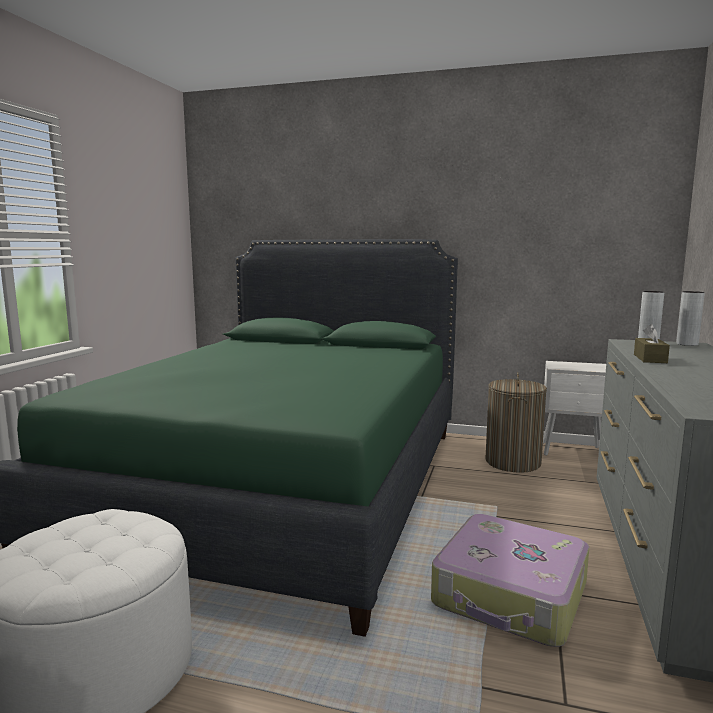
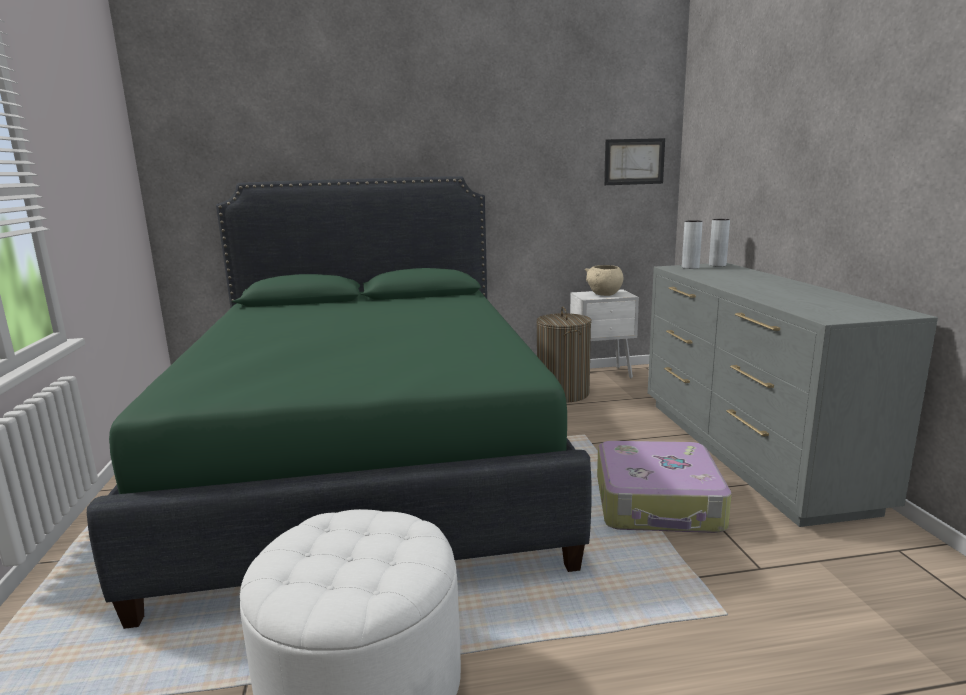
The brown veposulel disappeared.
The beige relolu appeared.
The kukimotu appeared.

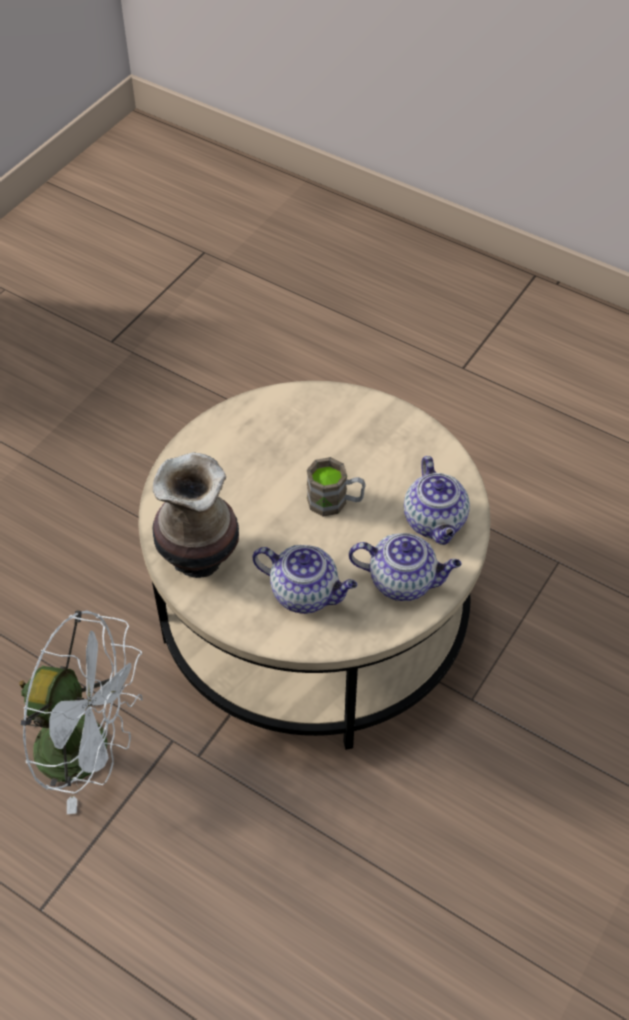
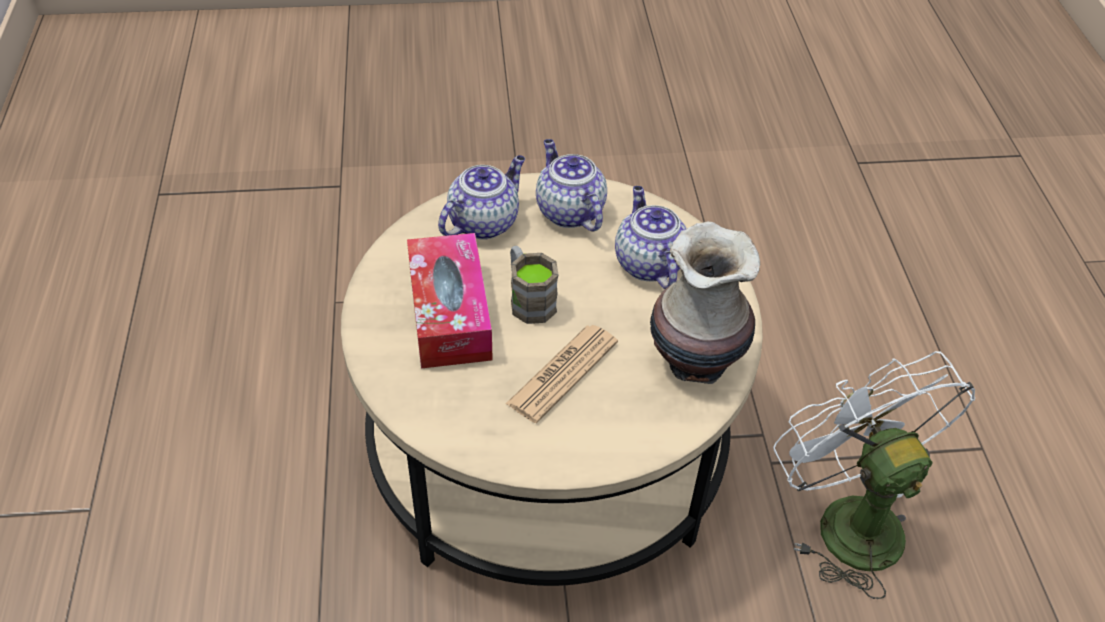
The veposulel appeared.
The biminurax appeared.

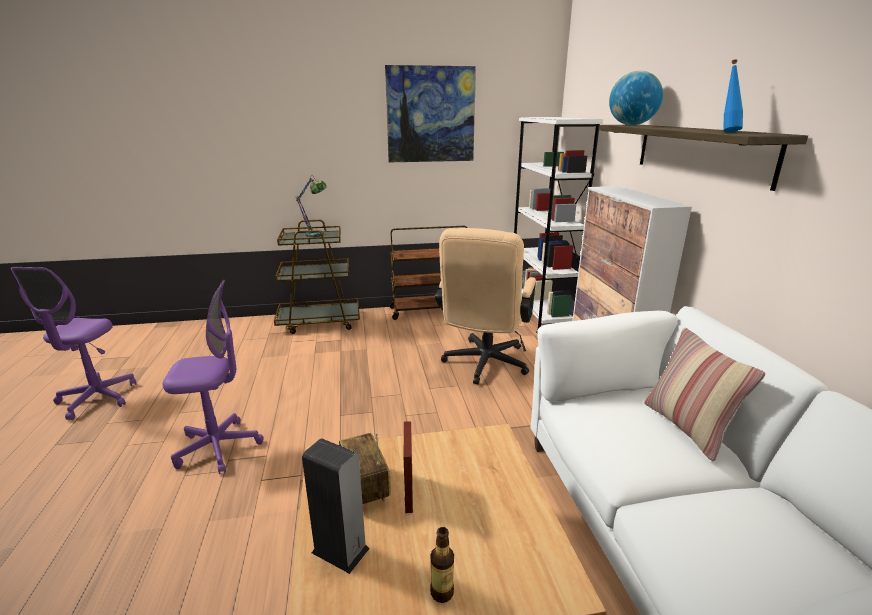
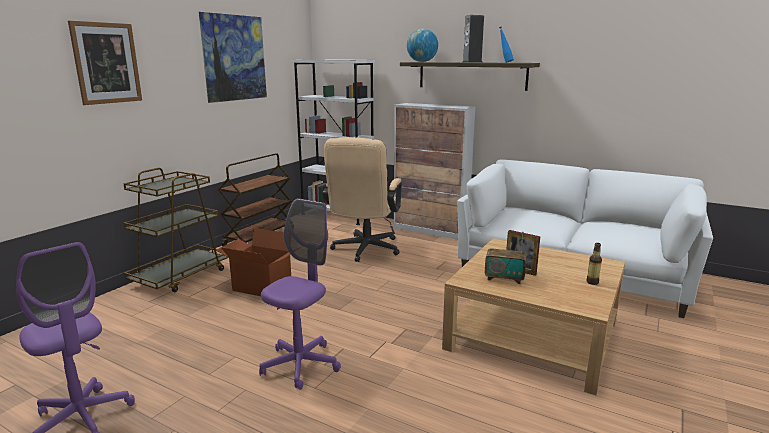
The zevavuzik disappeared.
The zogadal disappeared.
The kukimotu (no. 1 from left) appeared.
The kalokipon appeared.
The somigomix moved.
The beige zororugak turned 45 degrees clockwise.

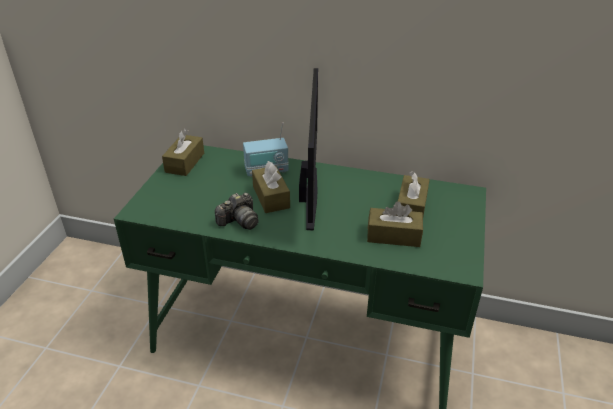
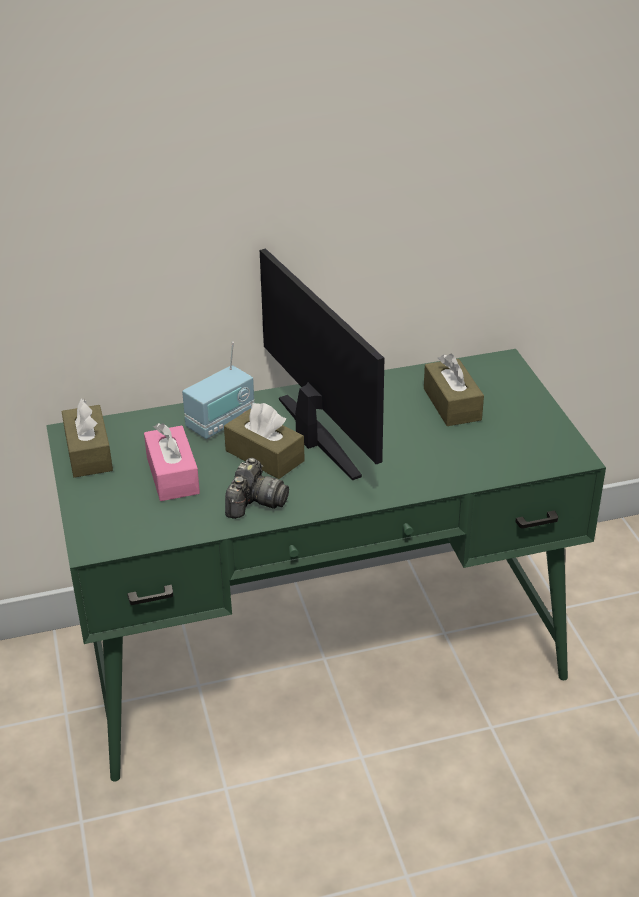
The brown veposulel (no. 3 from left) disappeared.
The pink veposulel appeared.

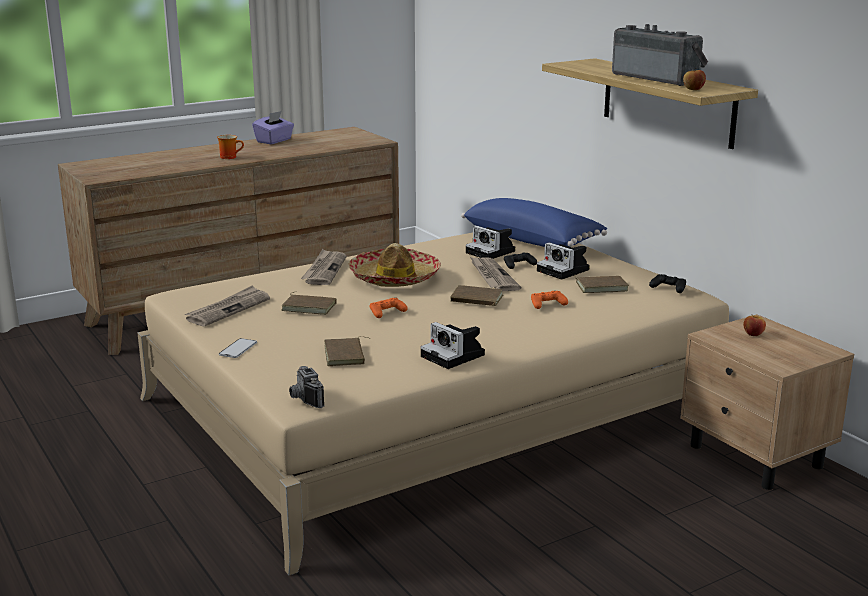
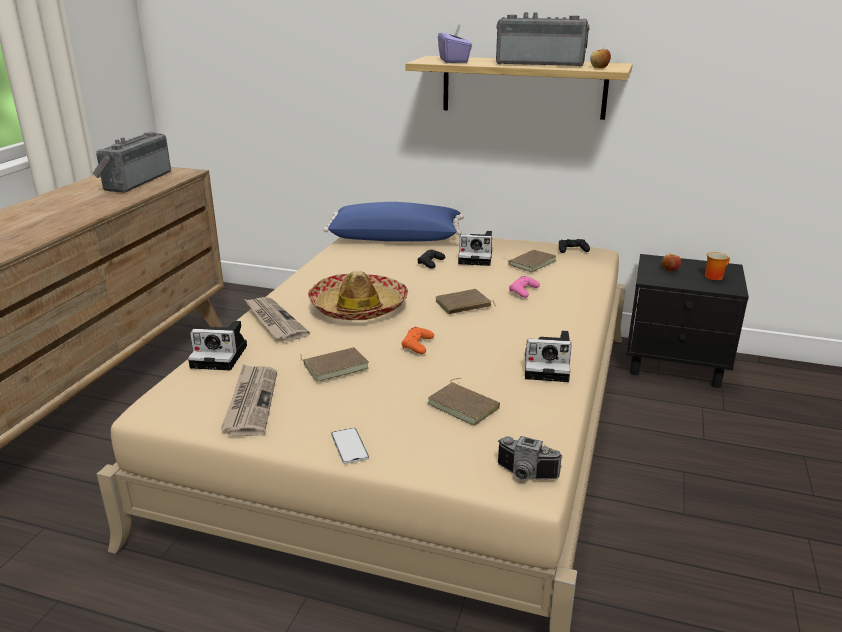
The biminurax (no. 3 from left) disappeared.
The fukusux (no. 1 from left) appeared.
The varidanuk moved.
The purple veposulel moved.
The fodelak (no. 3 from left in the first image) moved.
The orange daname (no. 2 from left) became the pink daname.
The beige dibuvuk became the black dibuvuk.

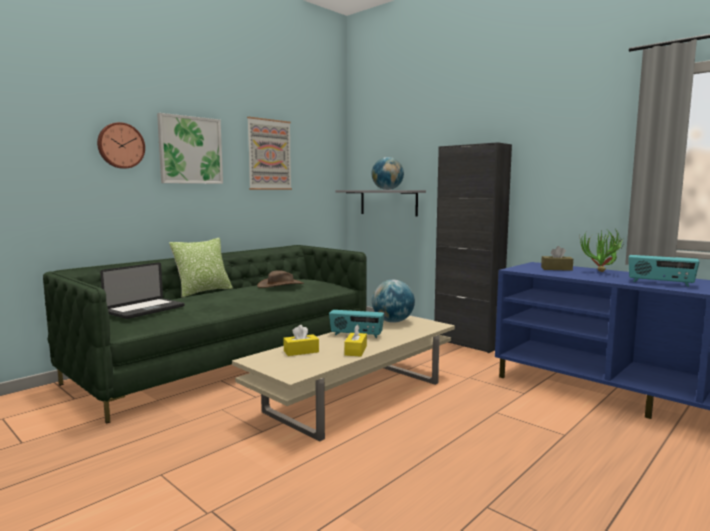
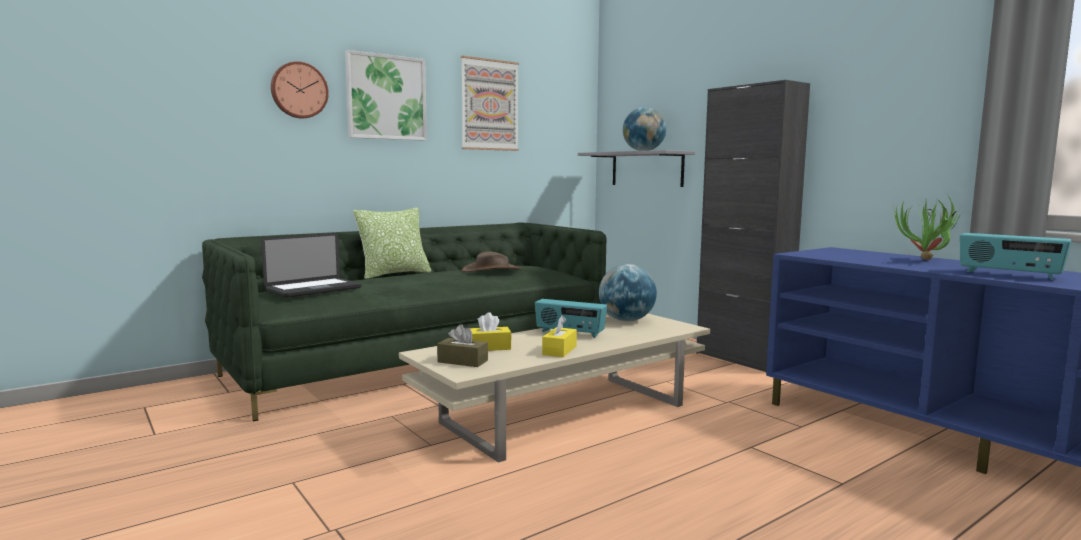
The brown veposulel moved.

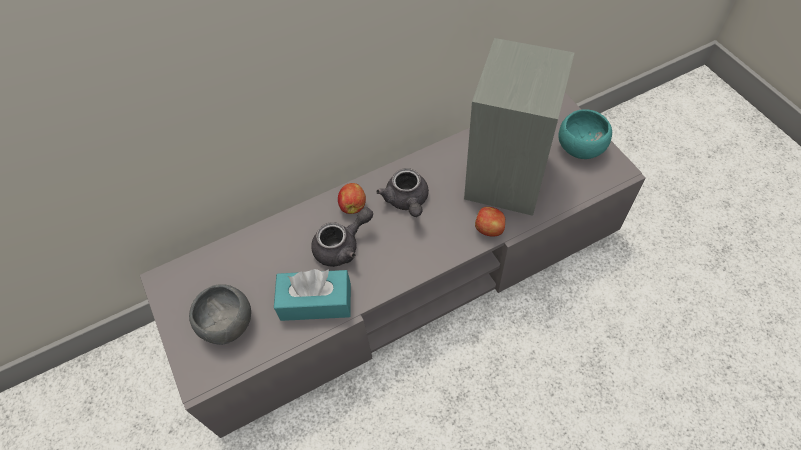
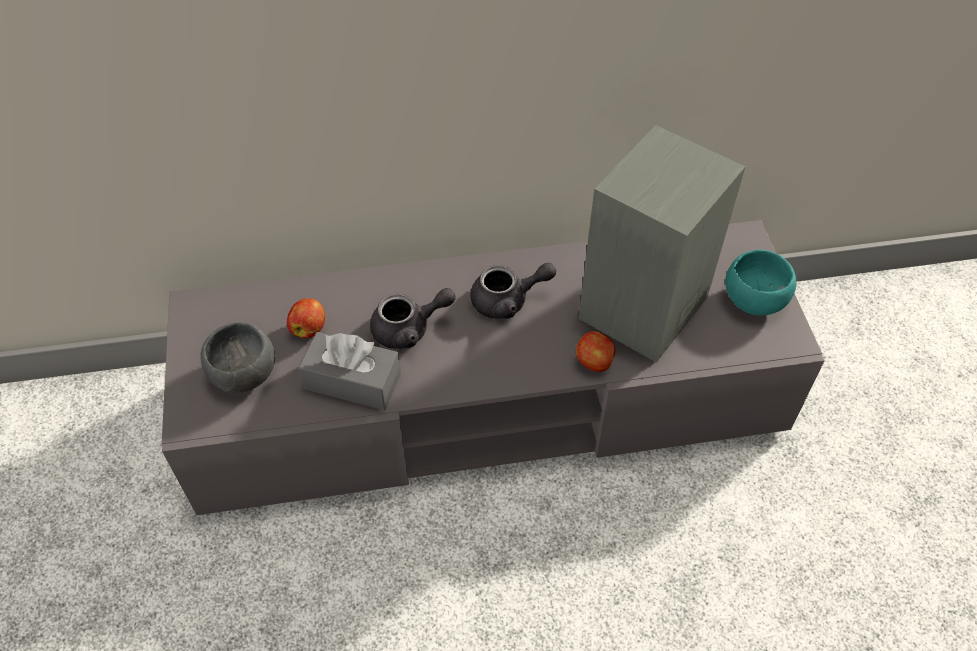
The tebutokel (no. 1 from left) moved.
The turquoise veposulel became the grey veposulel.
The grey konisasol (no. 2 from left) turned 105 degrees counterclockwise.

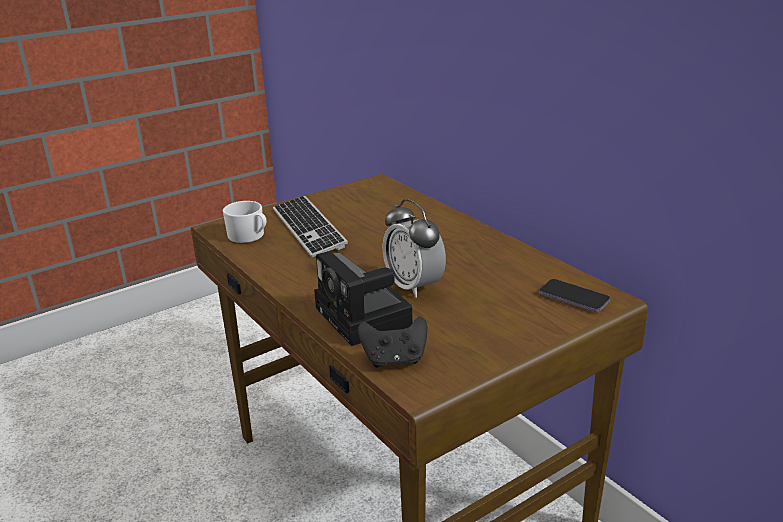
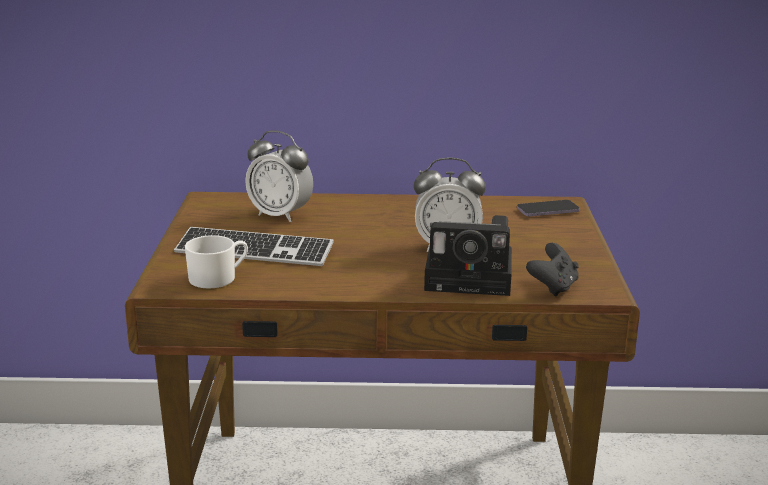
The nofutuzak (no. 1 from left) appeared.

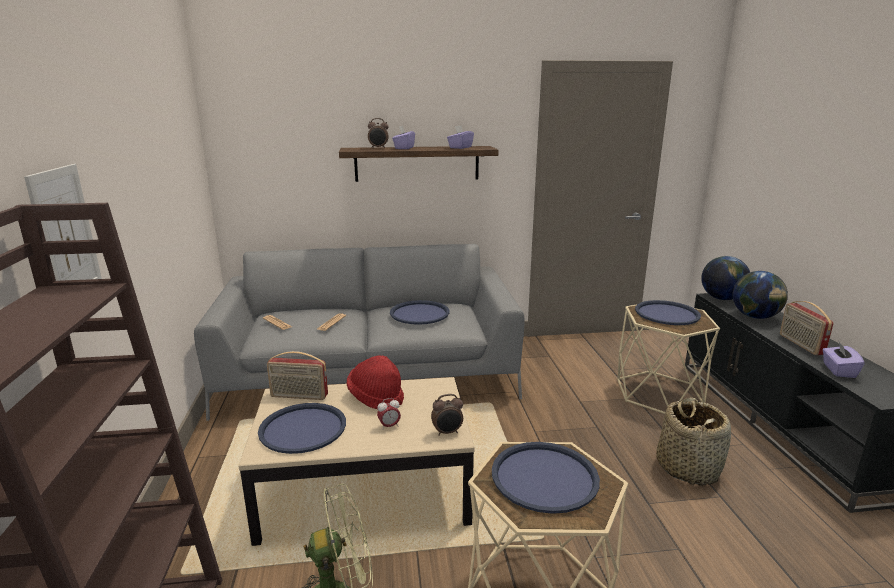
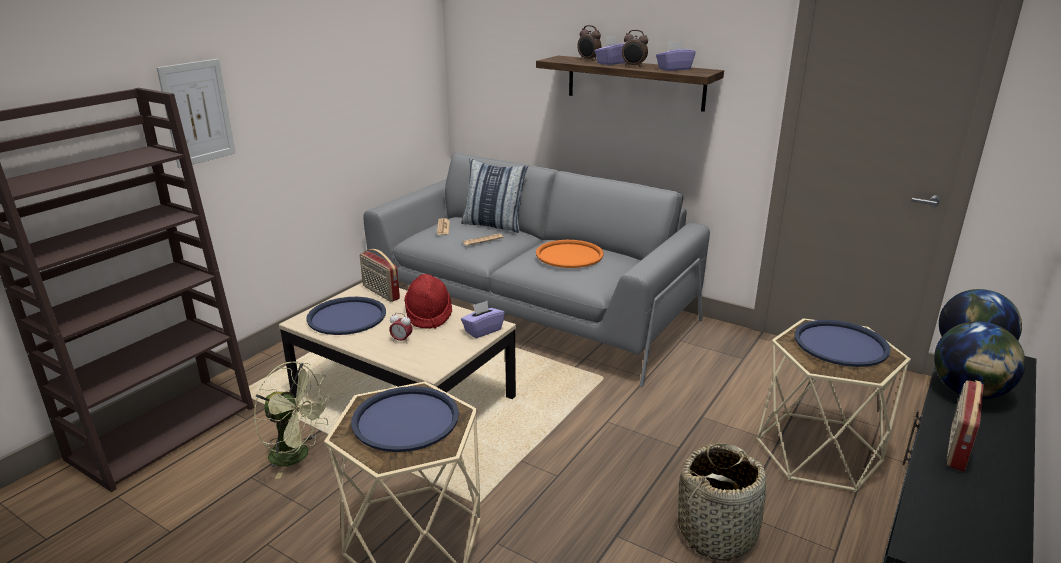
The zogadal appeared.
The nofutuzak (no. 3 from left) moved.
The purple veposulel (no. 3 from left in the first image) moved.
The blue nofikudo (no. 2 from left) became the orange nofikudo.

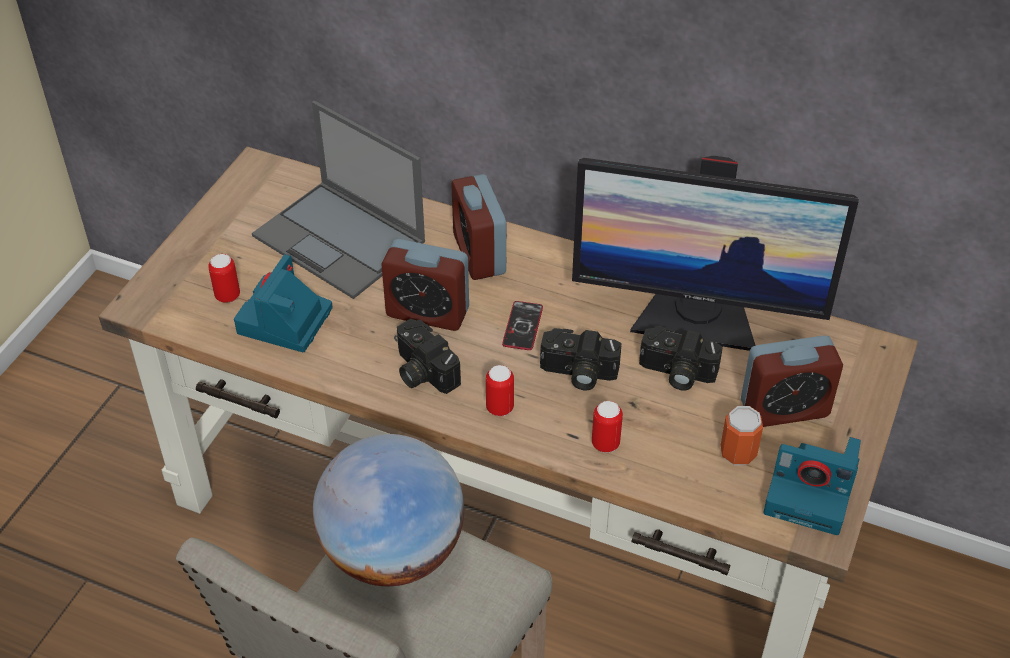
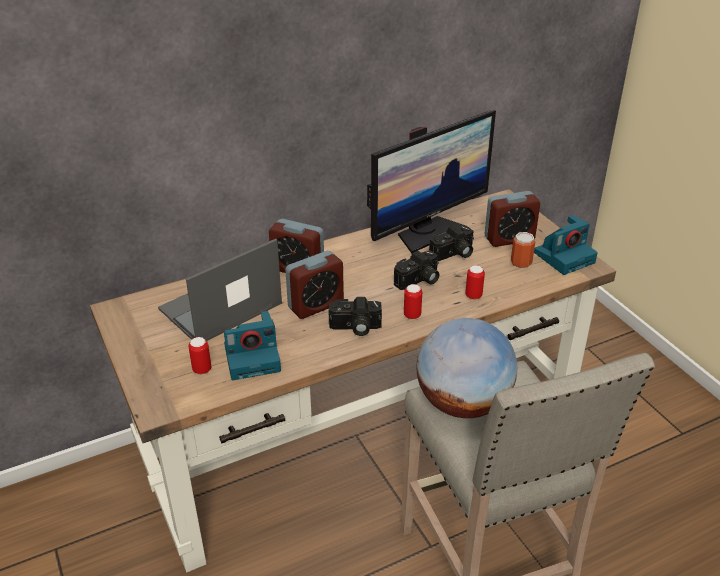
The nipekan disappeared.
The fodelak (no. 1 from left) turned 75 degrees counterclockwise.
The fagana turned 150 degrees clockwise.
The nofutuzak (no. 3 from left) turned 45 degrees clockwise.

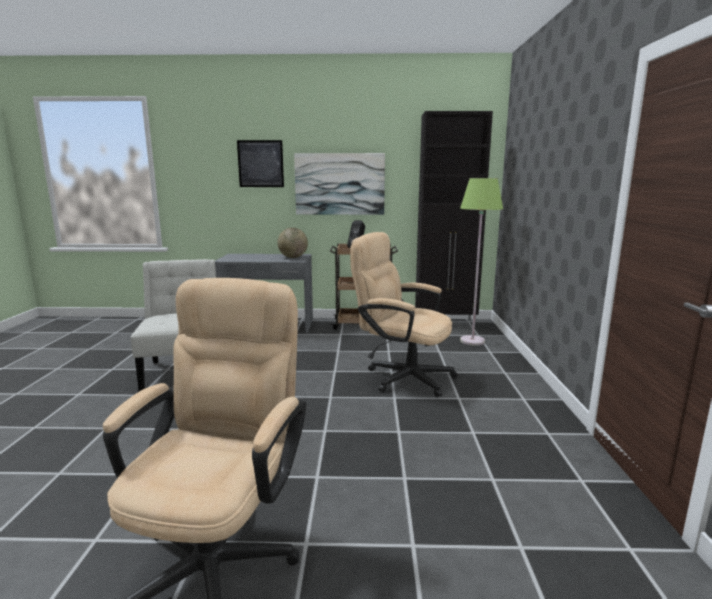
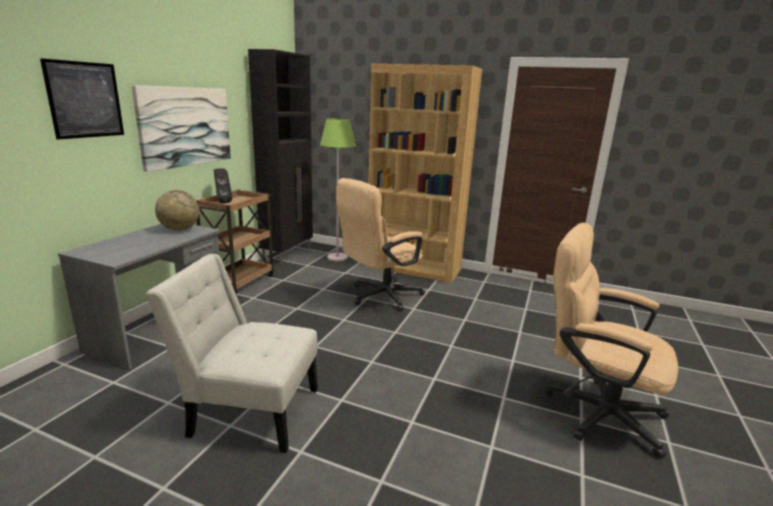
The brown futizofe appeared.

